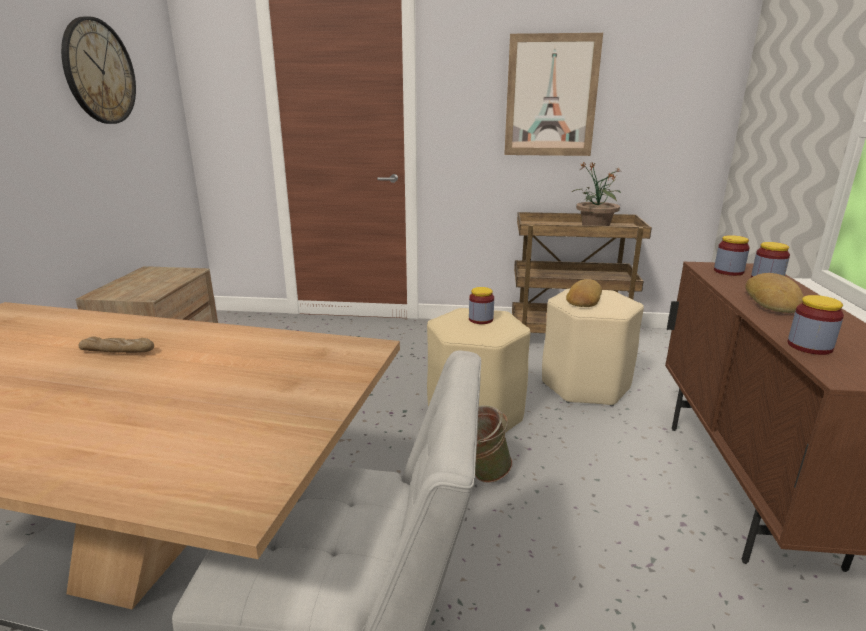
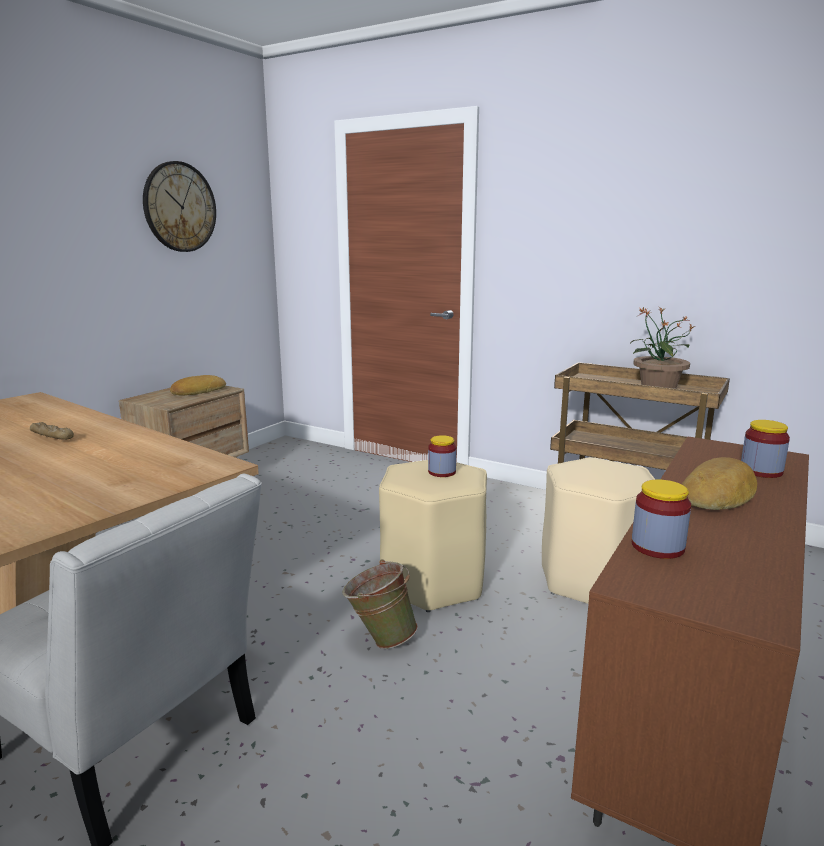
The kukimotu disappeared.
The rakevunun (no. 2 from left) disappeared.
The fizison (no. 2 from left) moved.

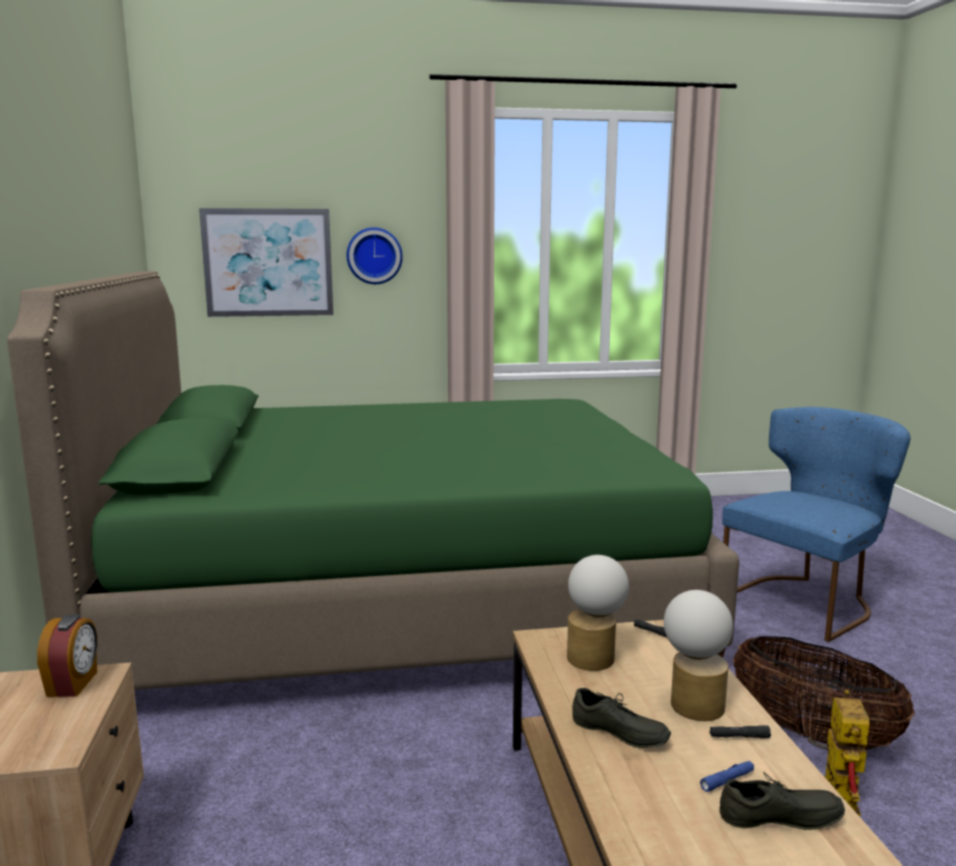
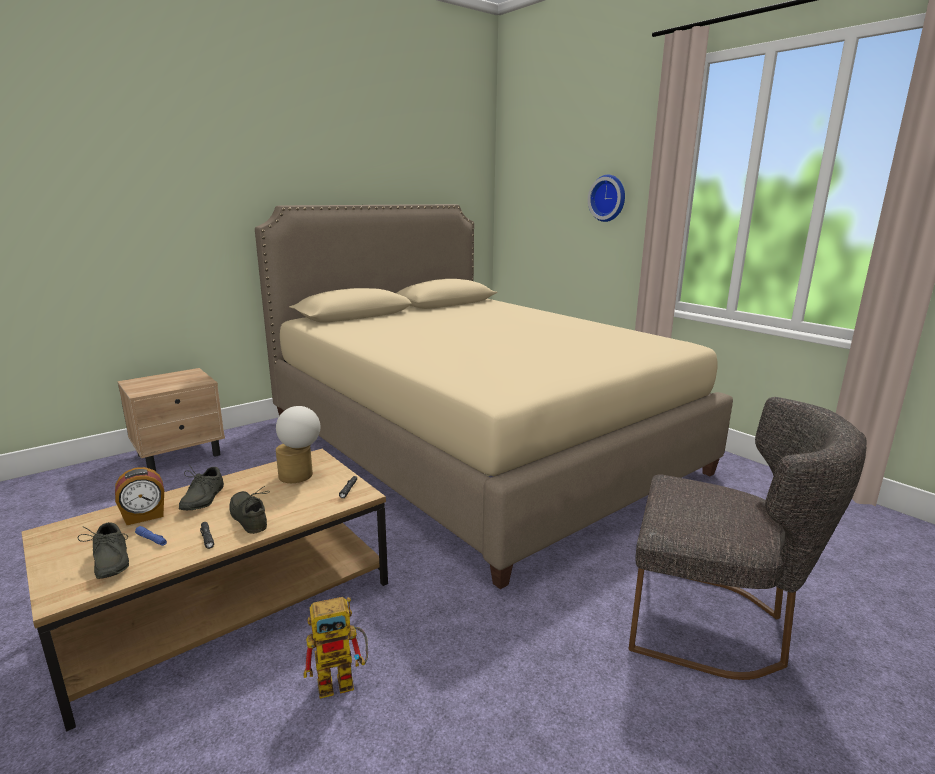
The kukimotu disappeared.
The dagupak disappeared.
The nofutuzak moved.
The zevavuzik (no. 2 from left) was replaced by the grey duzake (no. 3 from left).
The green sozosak became the beige sozosak.
The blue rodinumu became the grey rodinumu.

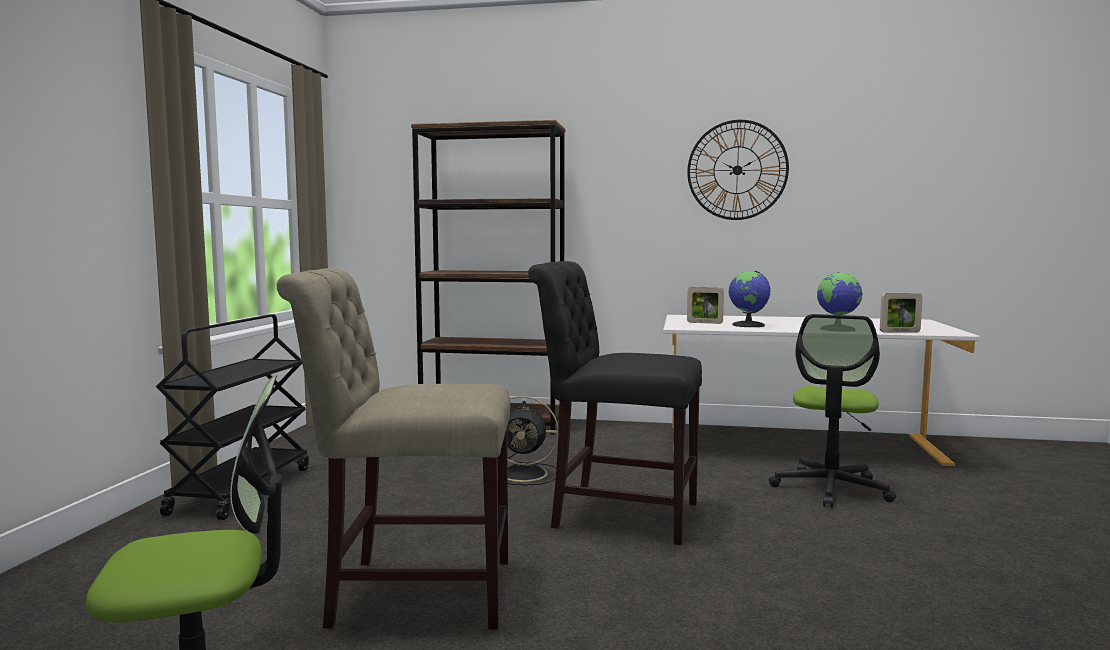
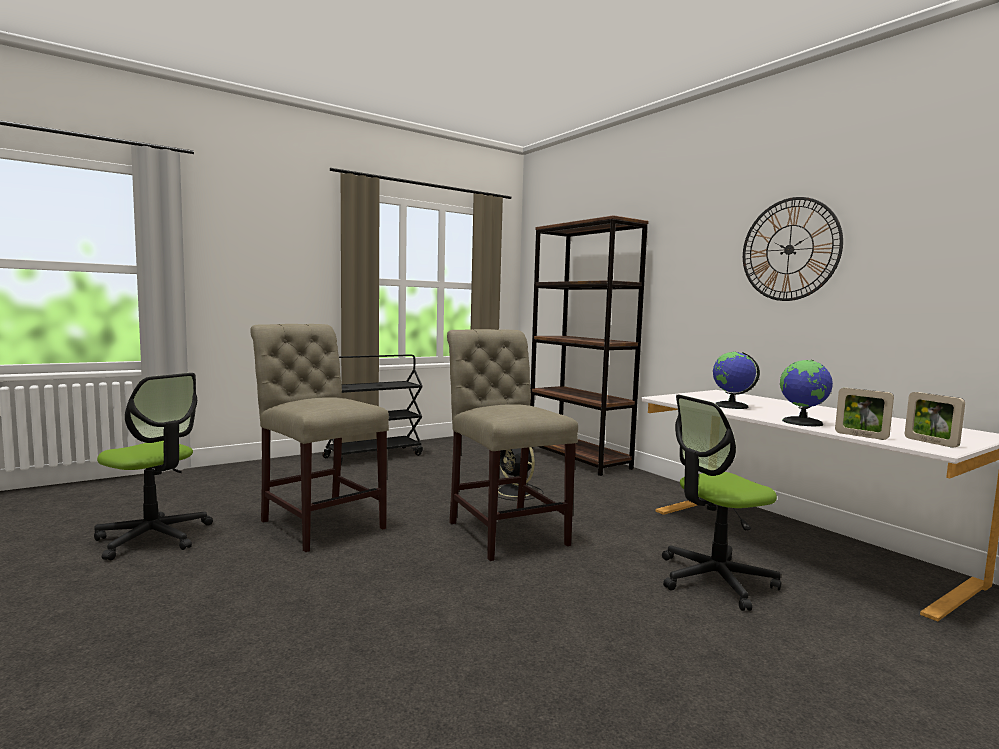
The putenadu (no. 1 from left in the first image) moved.
The black rodinumu became the beige rodinumu (no. 2 from left).

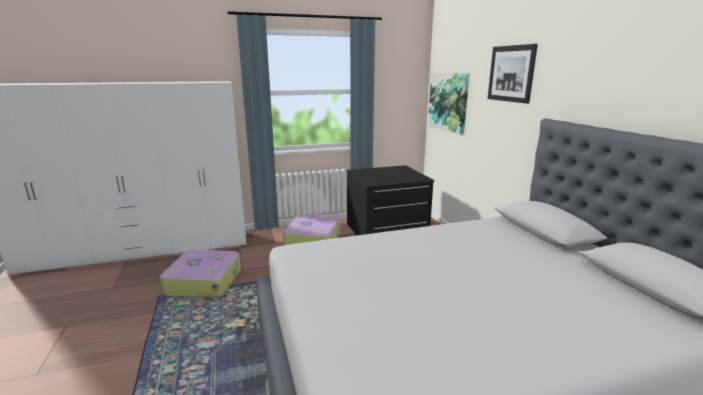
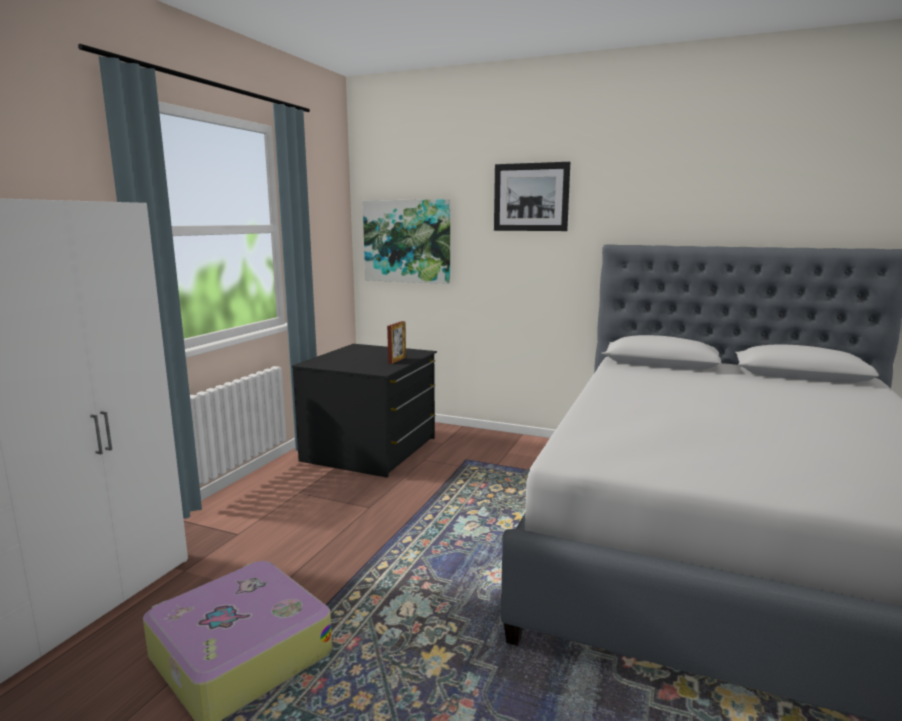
The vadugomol (no. 2 from left) disappeared.
The putenadu appeared.

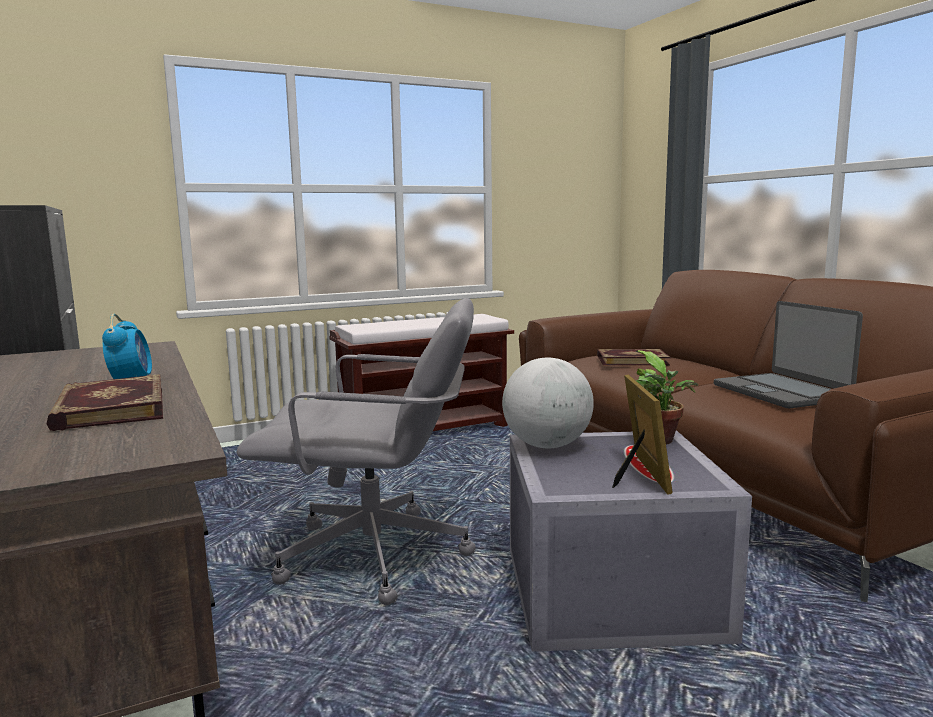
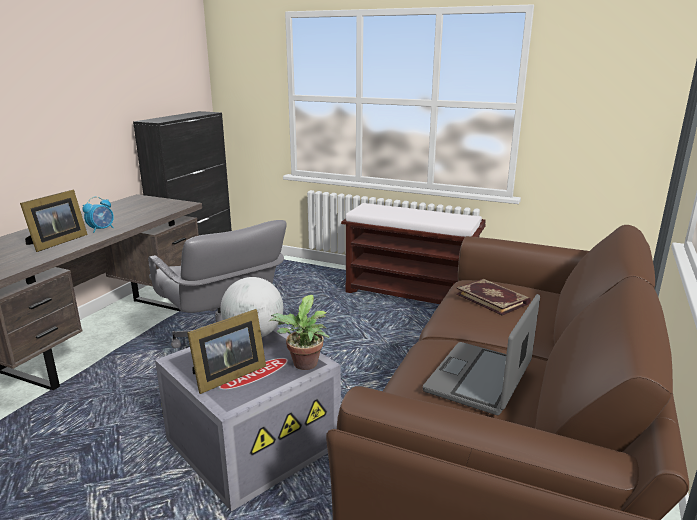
The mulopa (no. 1 from left) was replaced by the putenadu (no. 1 from left).

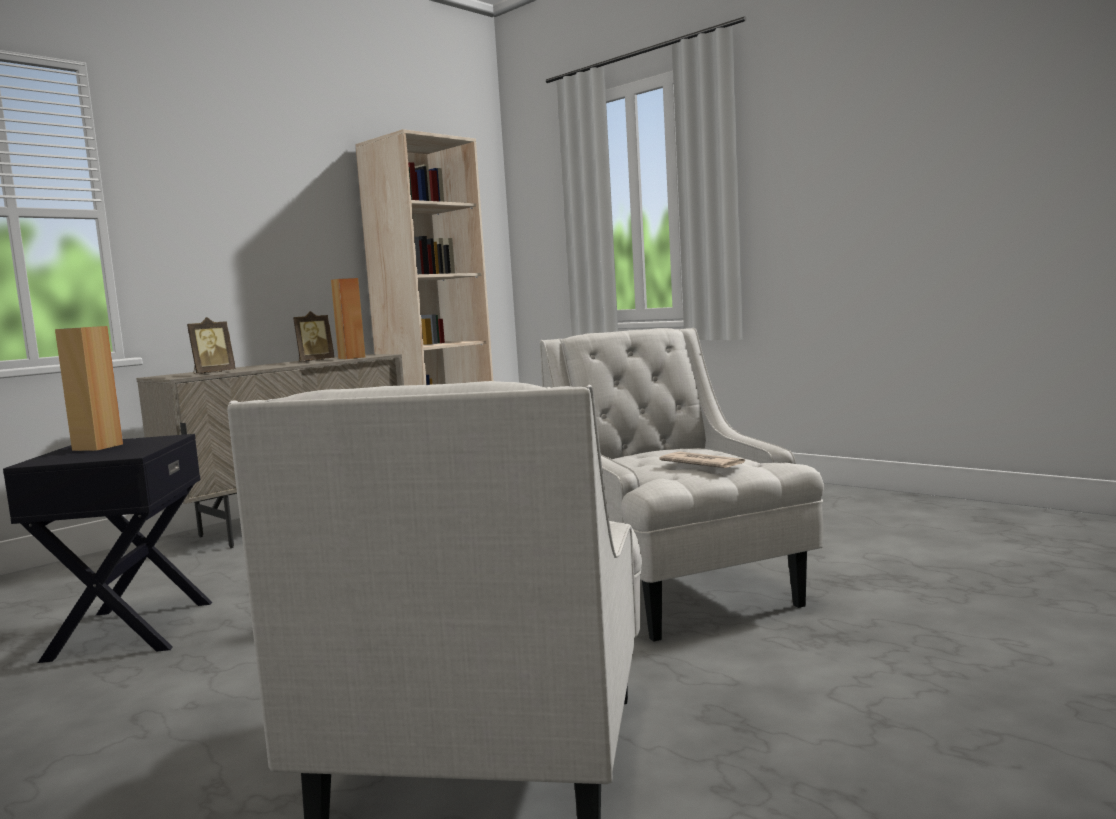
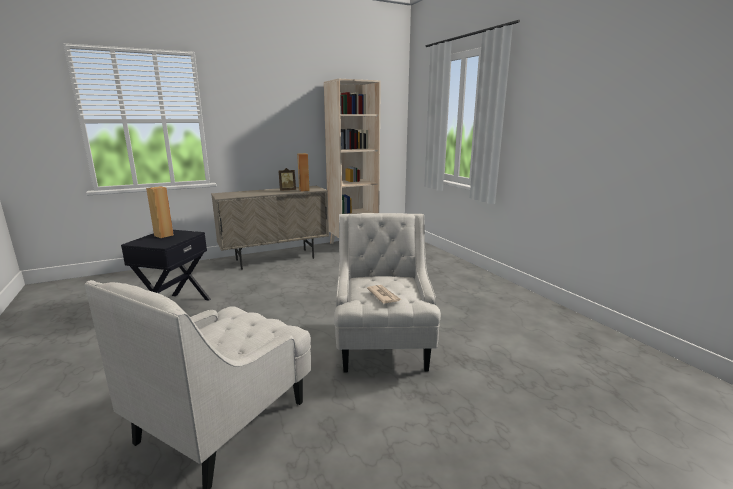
The putenadu (no. 1 from left) disappeared.

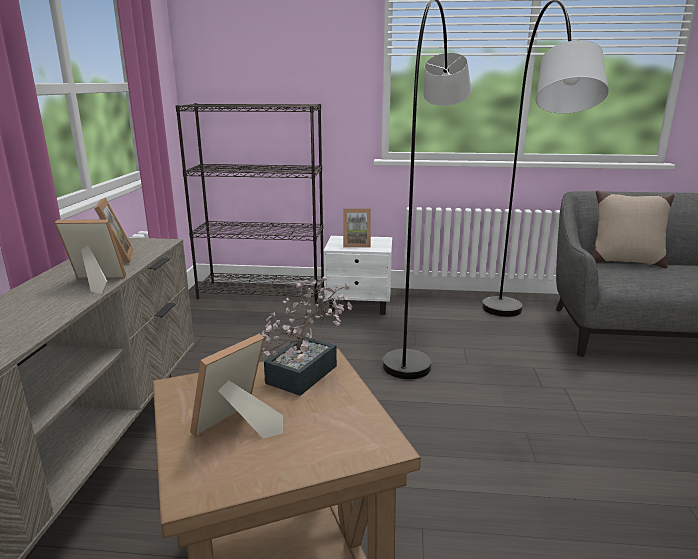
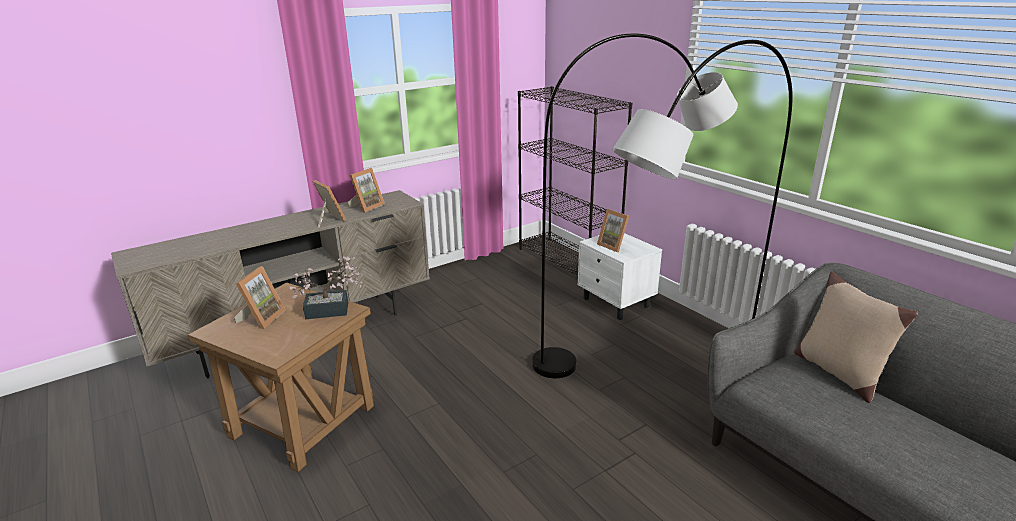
The putenadu (no. 3 from left in the first image) turned 105 degrees clockwise.

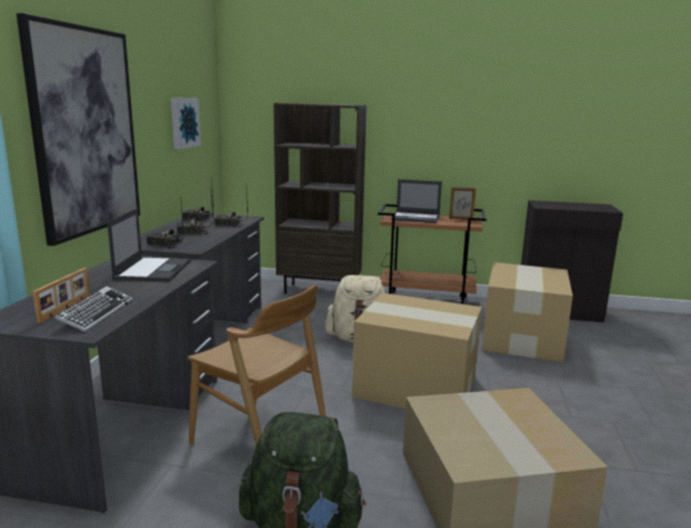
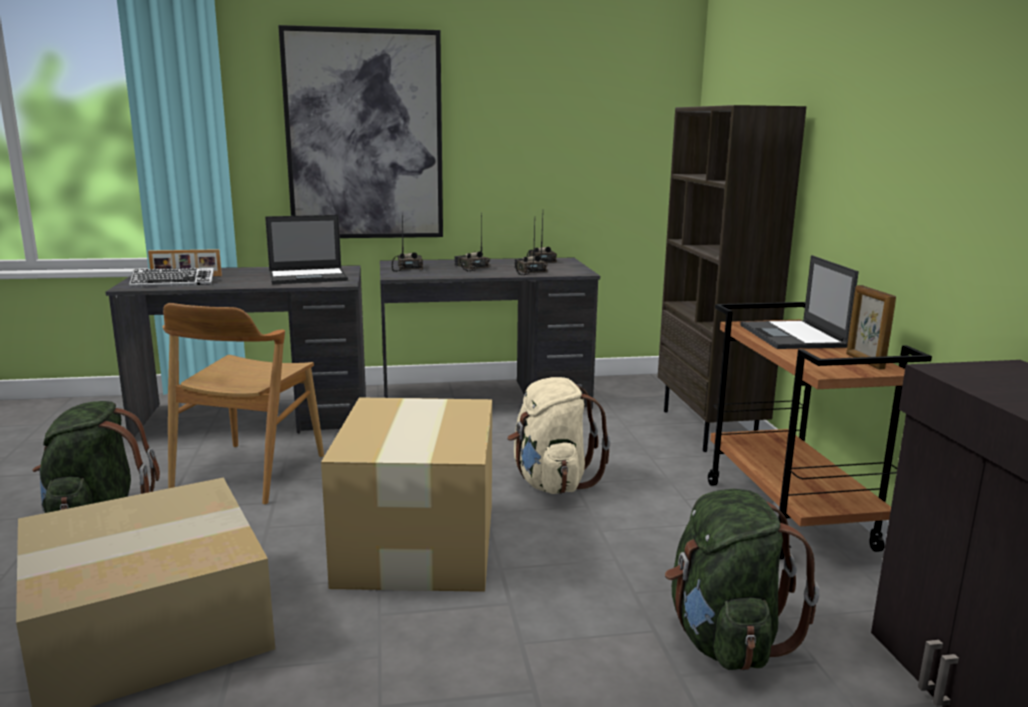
The kukimotu (no. 2 from left) disappeared.
The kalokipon (no. 3 from left) was replaced by the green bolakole (no. 2 from left).

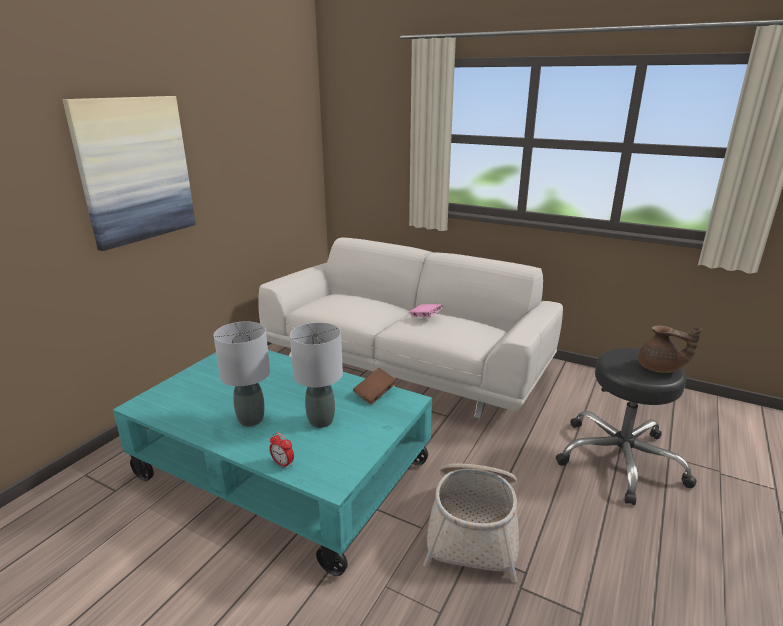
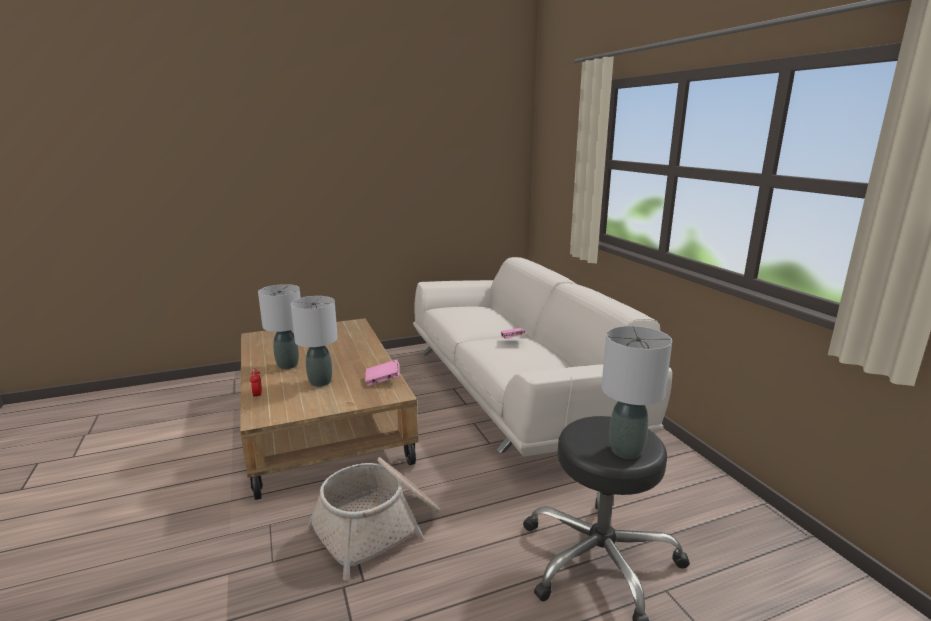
The kukimotu disappeared.
The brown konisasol was replaced by the grey zevavuzik (no. 3 from left).
The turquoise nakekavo became the brown nakekavo.
The brown mulopa became the pink mulopa (no. 1 from left).

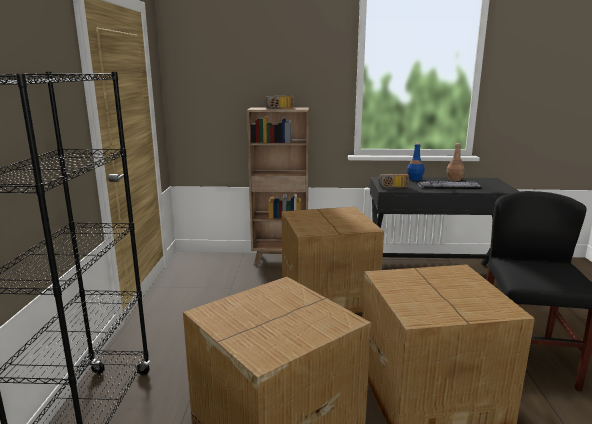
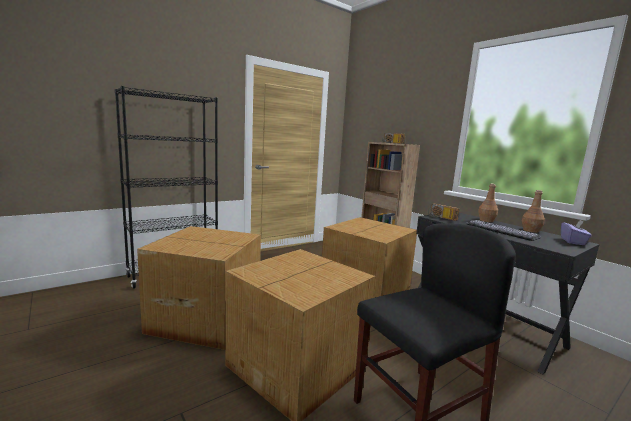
The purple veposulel appeared.
The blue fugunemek became the brown fugunemek (no. 1 from left).

